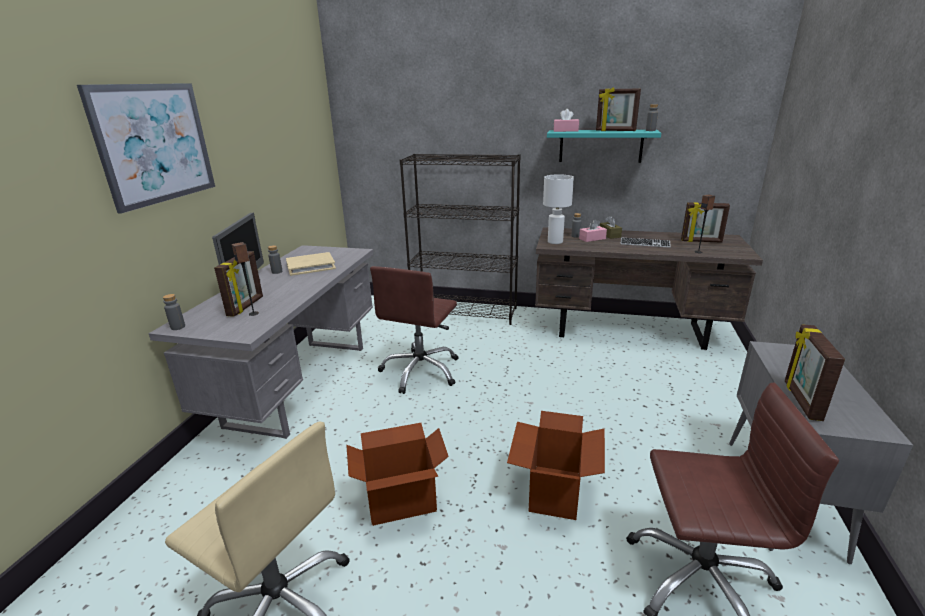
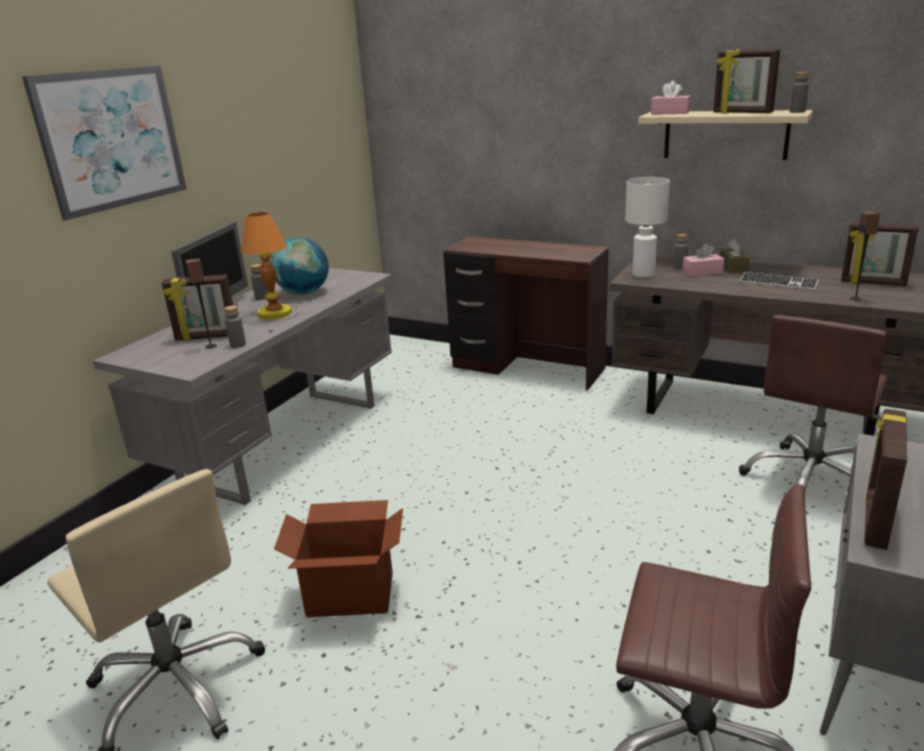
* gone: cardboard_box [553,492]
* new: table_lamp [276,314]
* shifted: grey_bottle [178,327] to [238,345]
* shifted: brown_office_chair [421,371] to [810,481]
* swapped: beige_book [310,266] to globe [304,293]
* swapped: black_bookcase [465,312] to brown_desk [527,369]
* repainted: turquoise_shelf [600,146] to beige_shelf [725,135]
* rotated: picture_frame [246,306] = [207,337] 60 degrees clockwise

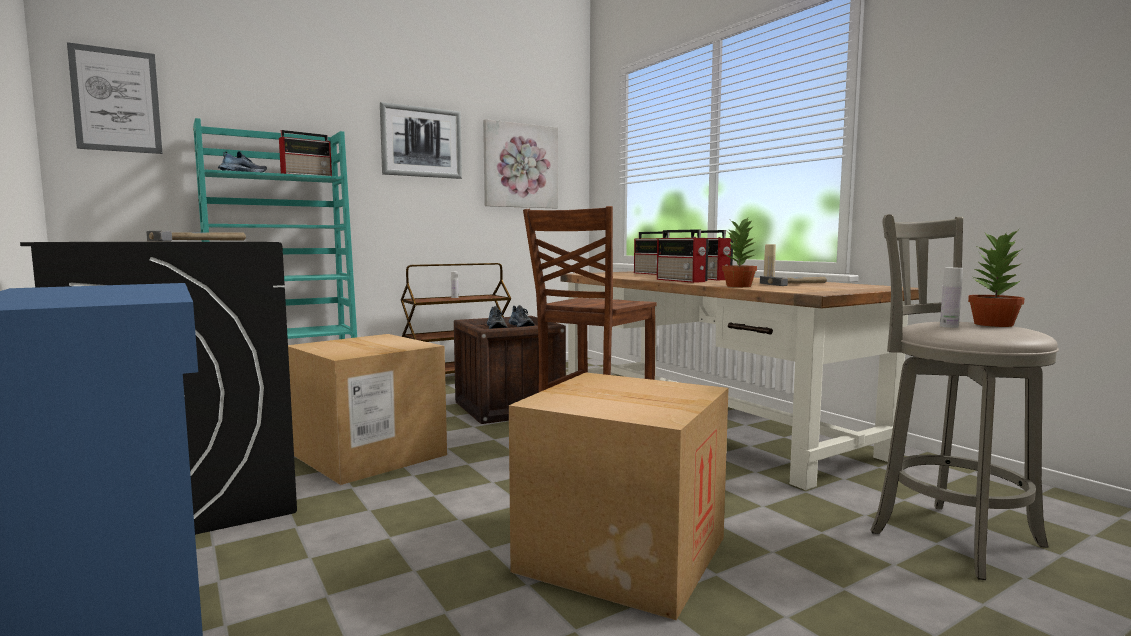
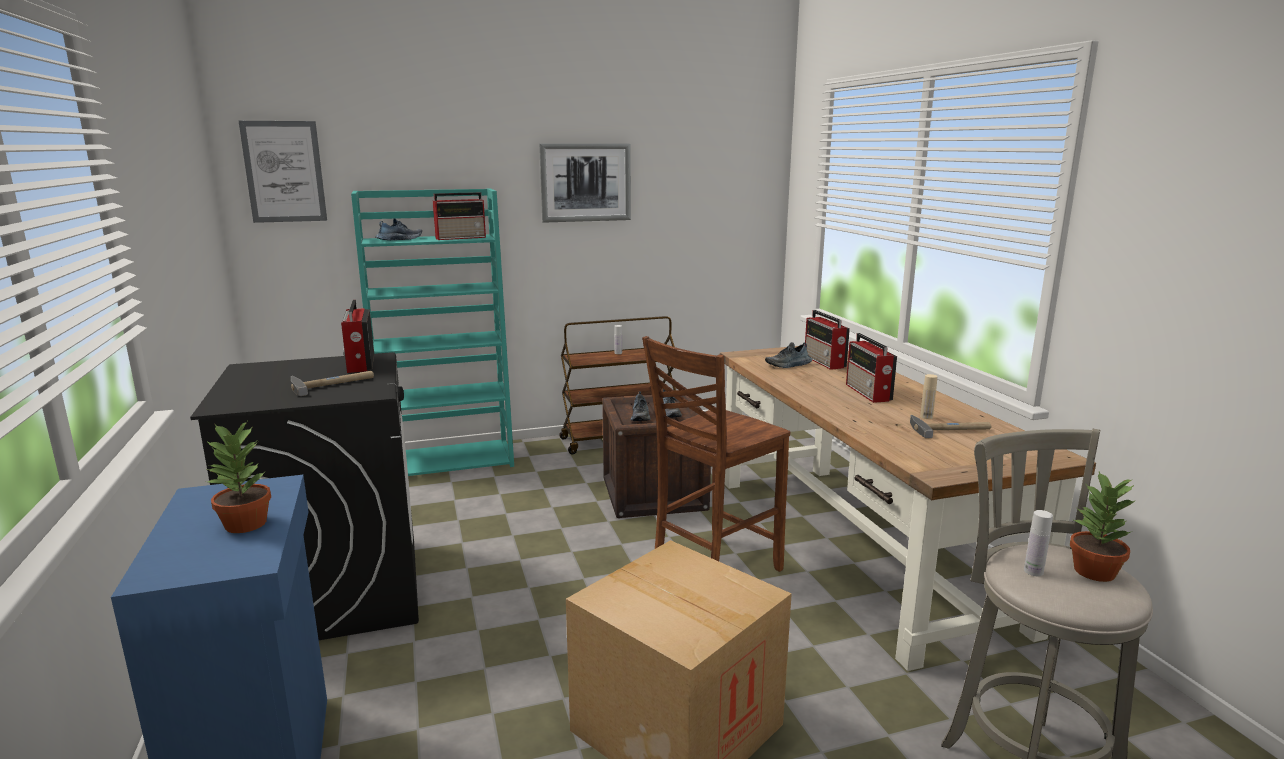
* gone: cardboard_box [369,454]
* gone: picture [520,166]
* new: shoe [788,365]
* shifted: radio [682,280] to [360,363]
* shifted: potted_plant [739,286] to [246,524]

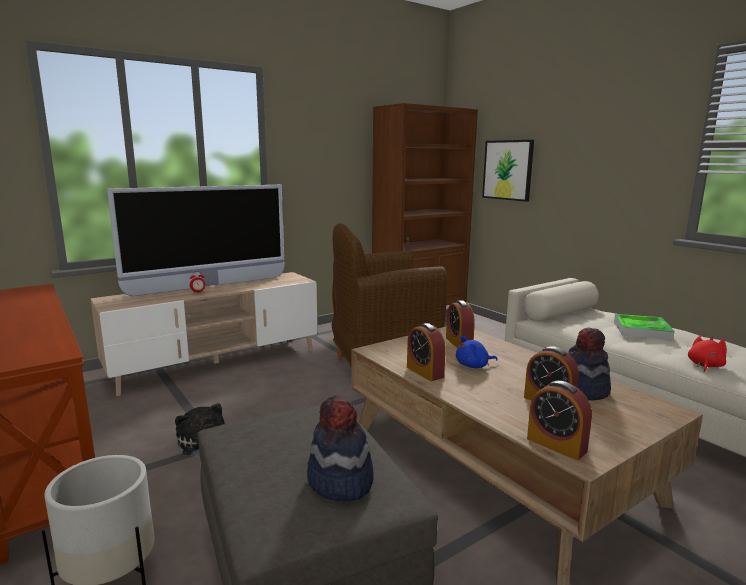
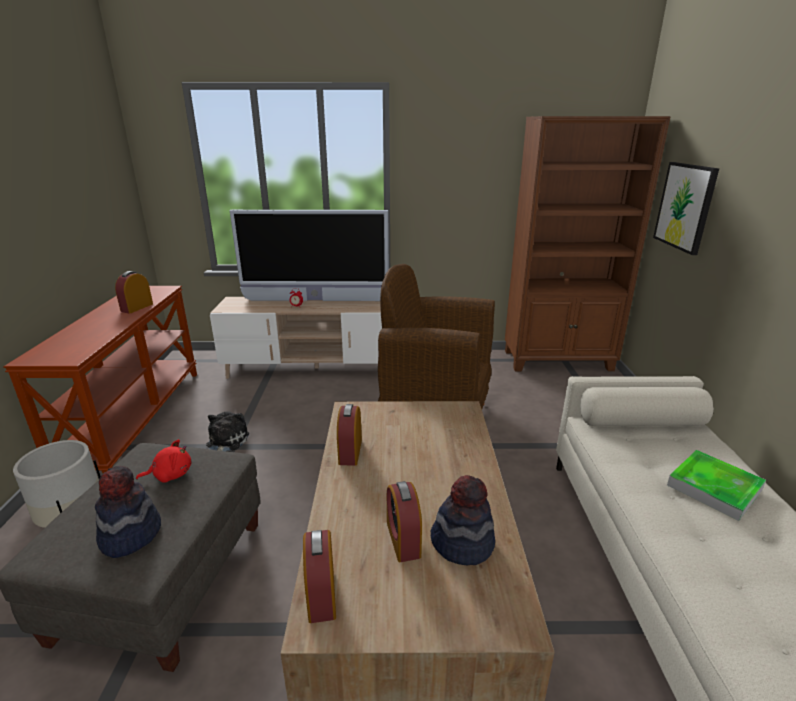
* gone: blue_plush_toy [474,366]
* shifted: alarm_clock [459,343] to [137,307]
* shifted: red_plush_toy [705,365] to [170,475]

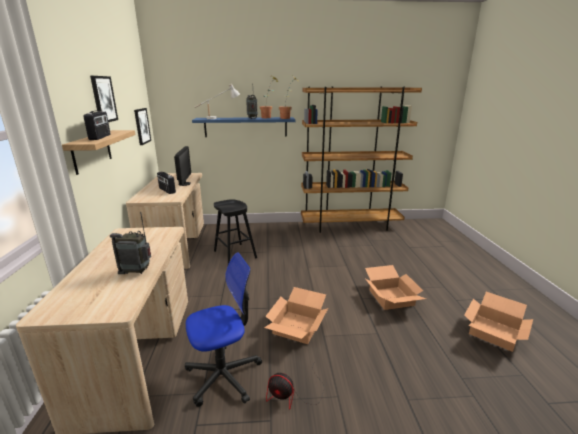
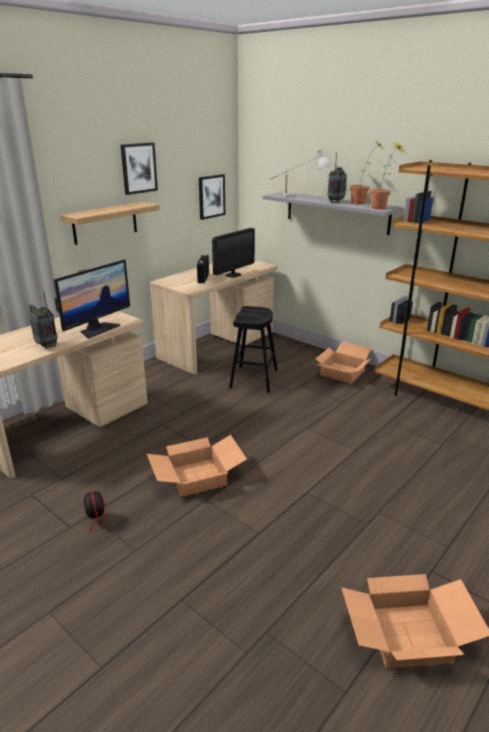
* gone: radio [100,137]
* gone: office_chair [224,375]
* new: monitor [97,329]
* shifted: cardboard_box [392,298] to [342,373]
* repainted: blue_shelf [245,127] to grey_shelf [336,212]

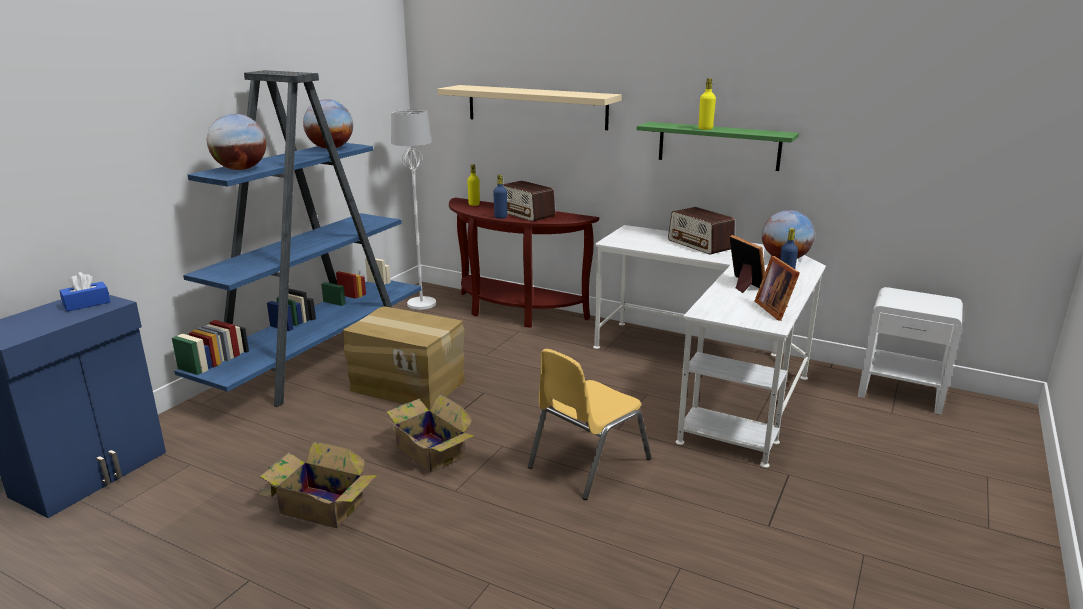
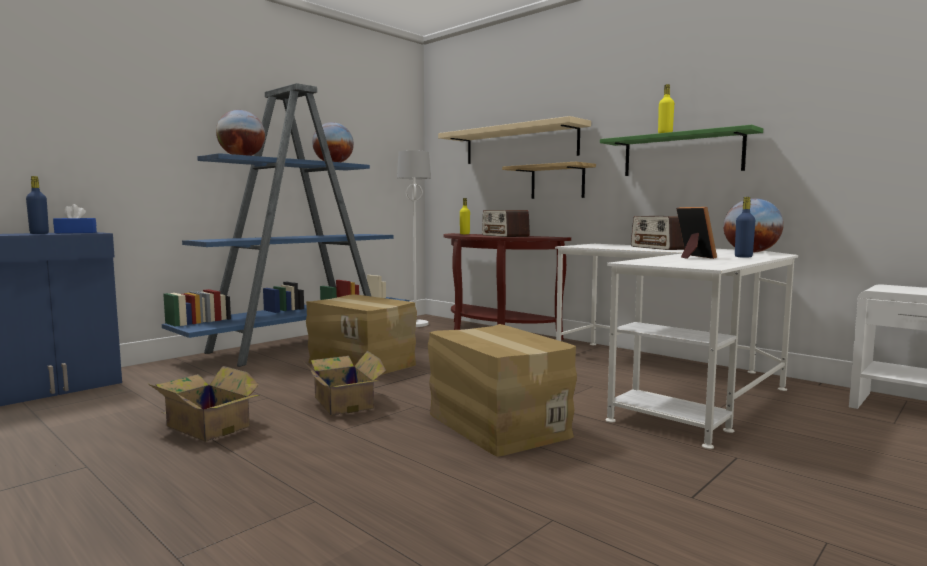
* gone: picture_frame [776,309]
* new: shelf [557,182]
* shifted: blue_bottle [500,217] to [39,233]
* swapped: yellow_chair [587,463] to cardboard_box [496,425]

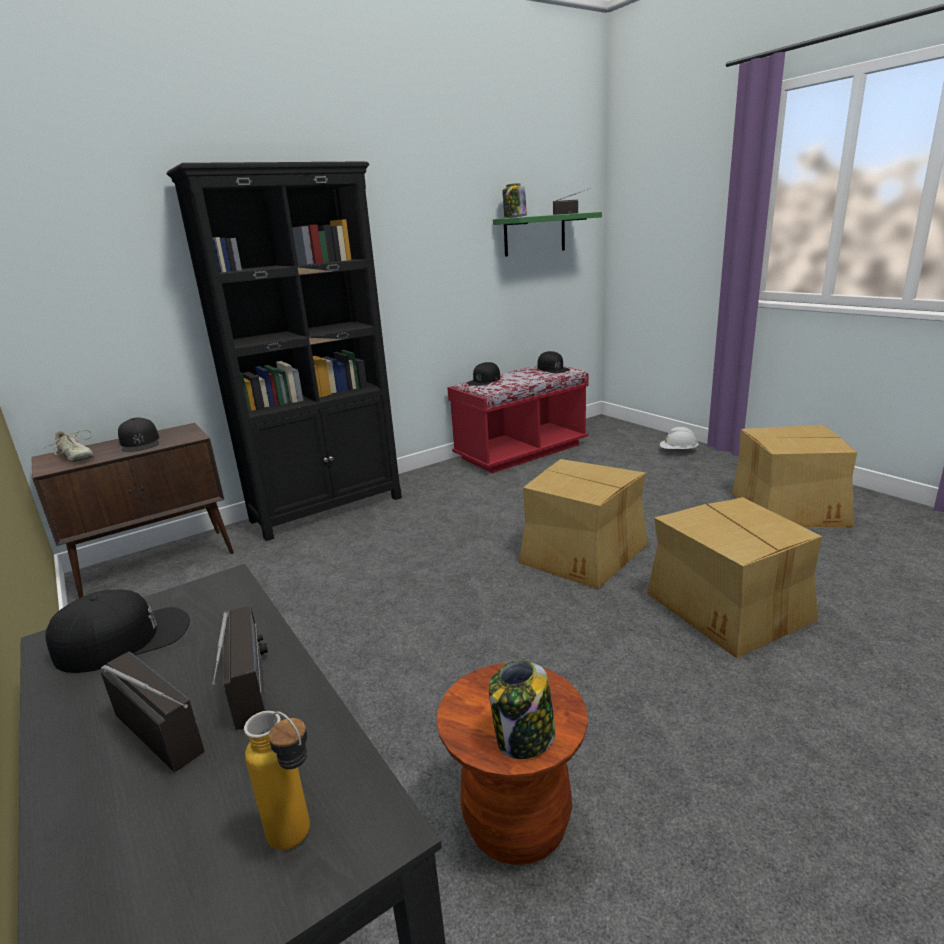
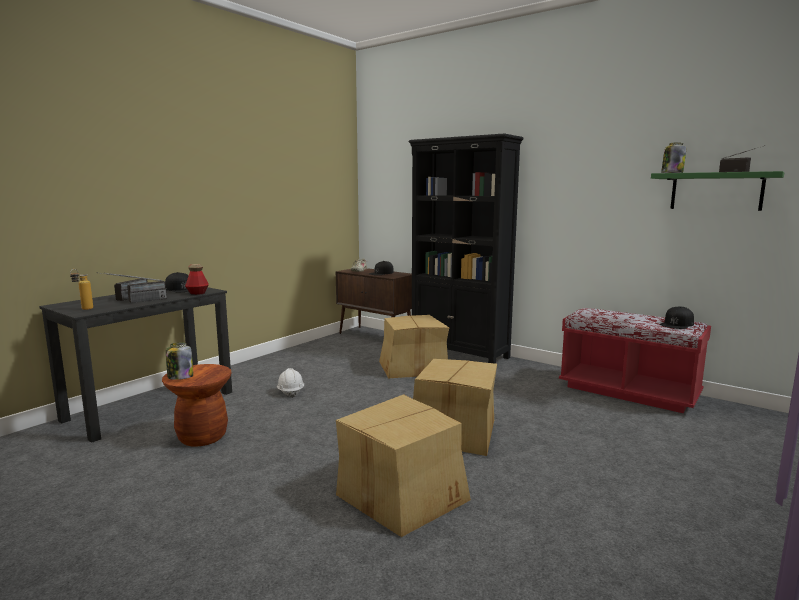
* gone: black_cap [484,380]
* new: bottle [197,293]
* shifted: white_hard_hat [678,451] to [290,392]
* shifted: cardboard_box [790,506] to [412,367]

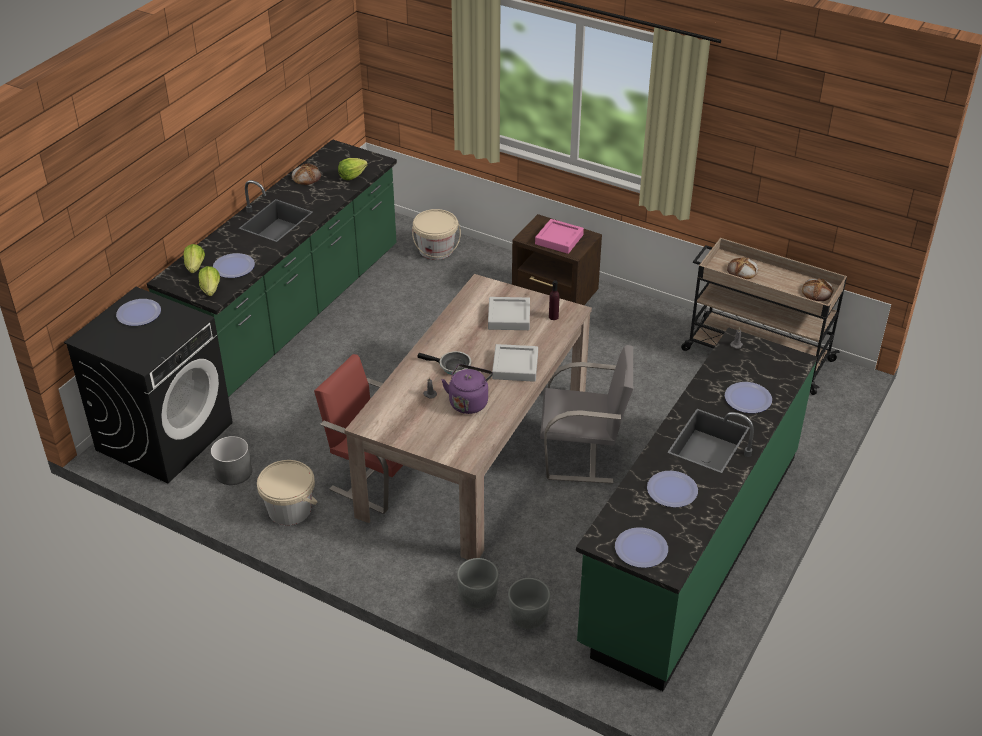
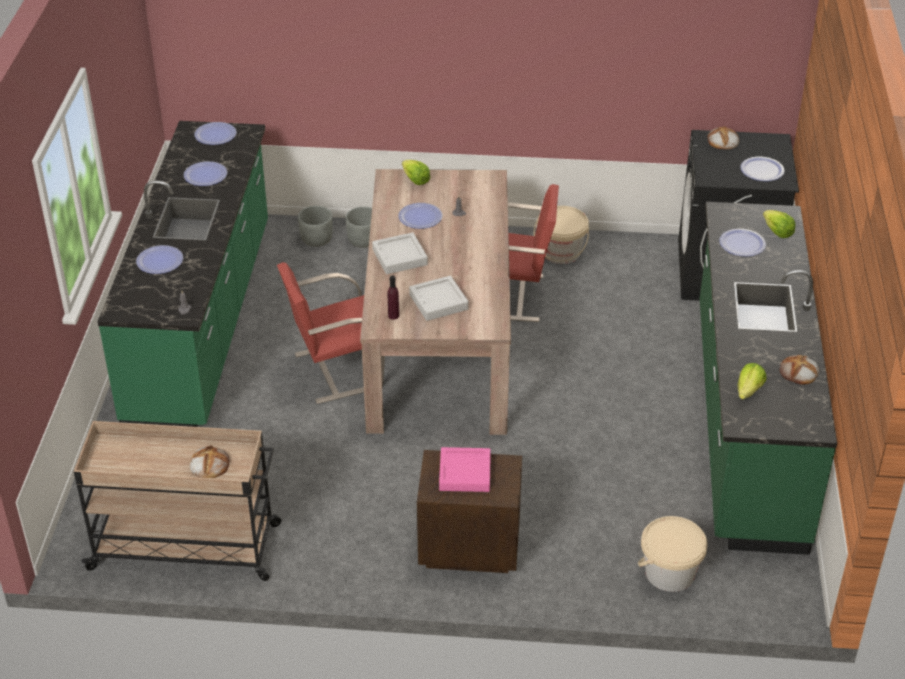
* gone: grey_planter [233,472]
* gone: frying_pan [452,366]
* shifted: lettuce [210,290] to [415,180]
* shifted: bread [817,292] to [722,141]
* swapped: purple_kettle [469,402] to plate [420,217]
* repainted: grey_chair [583,455] to red_chair [336,370]

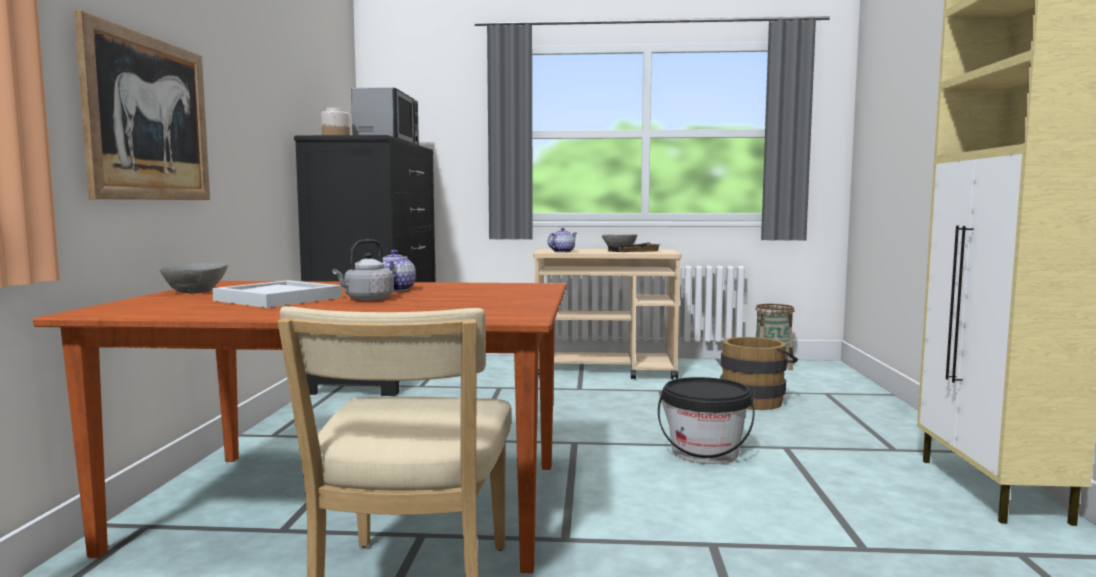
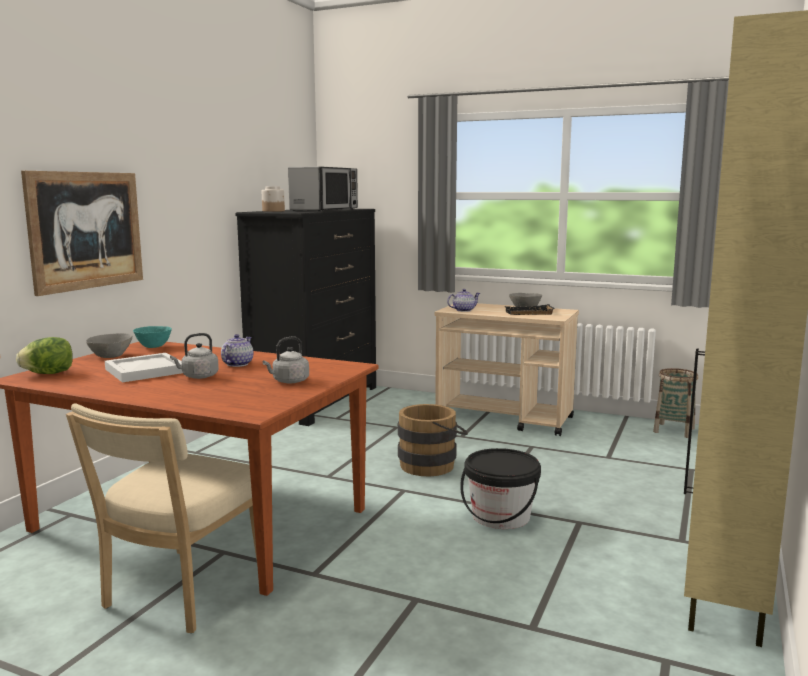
* new: lettuce [49,374]
* new: turquoise_bowl [153,347]
* new: grey_kettle [289,381]
* shifted: brown_bucket [755,400] to [432,465]

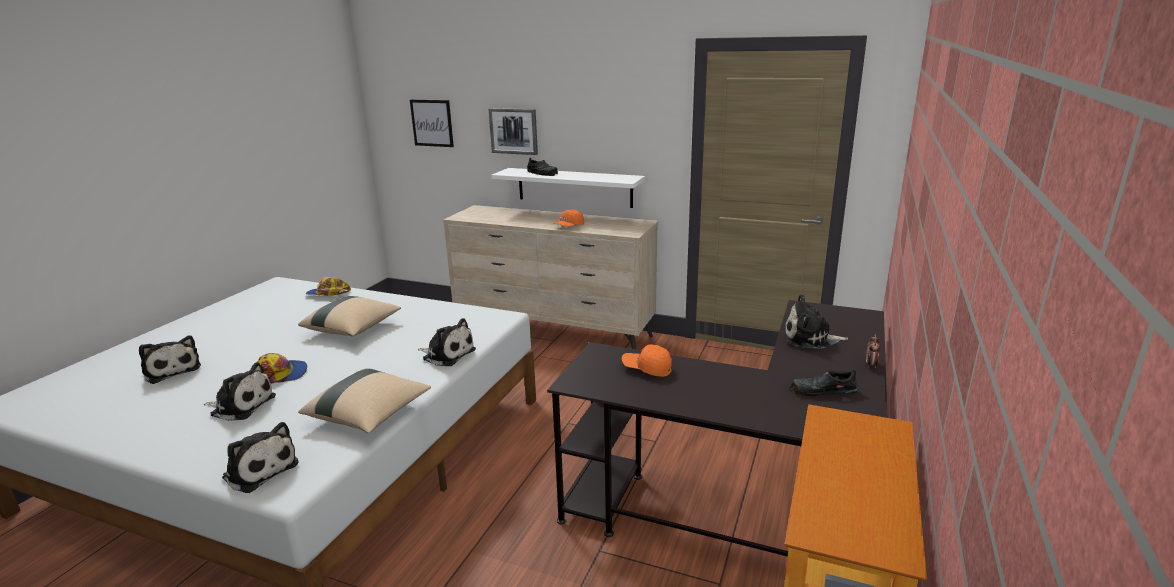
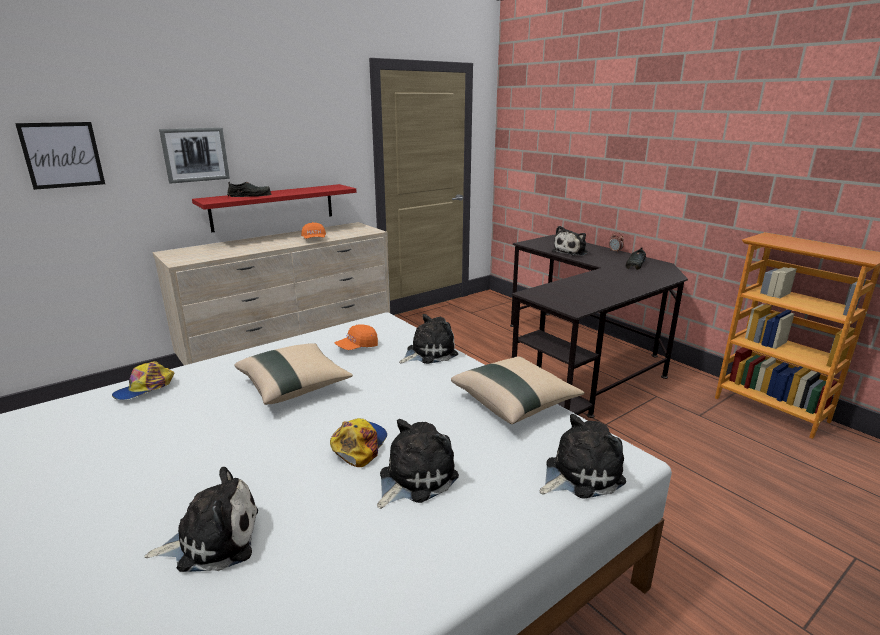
* shifted: orange_cap [647,369] to [357,347]
* repainted: white_shelf [574,187] to red_shelf [273,207]

